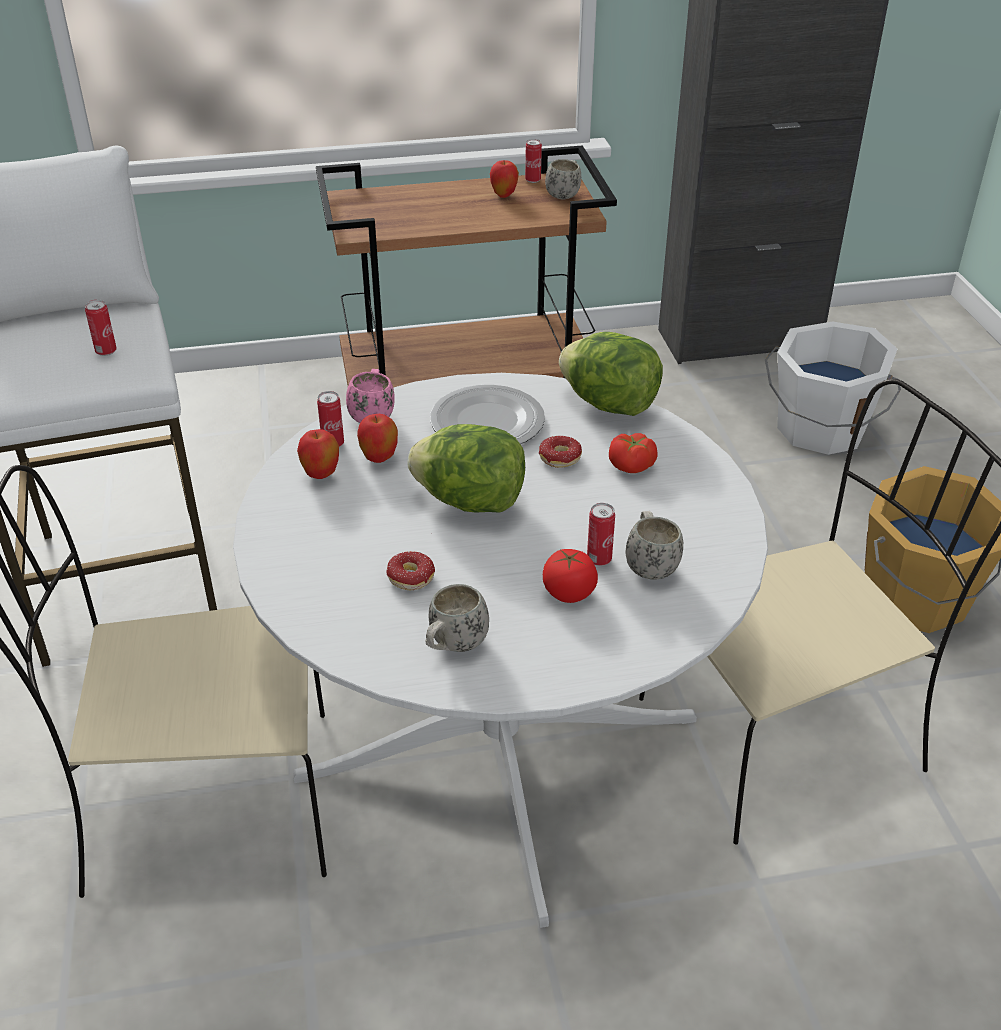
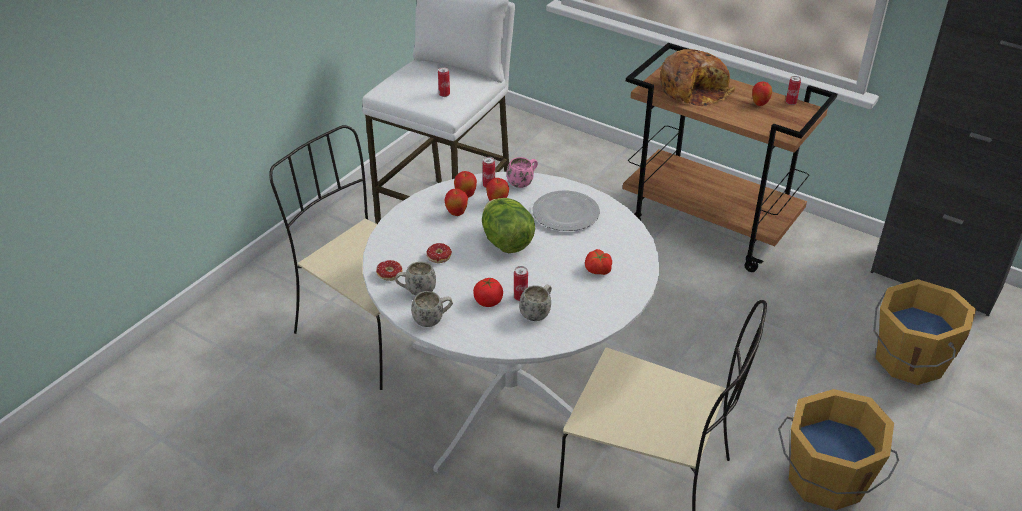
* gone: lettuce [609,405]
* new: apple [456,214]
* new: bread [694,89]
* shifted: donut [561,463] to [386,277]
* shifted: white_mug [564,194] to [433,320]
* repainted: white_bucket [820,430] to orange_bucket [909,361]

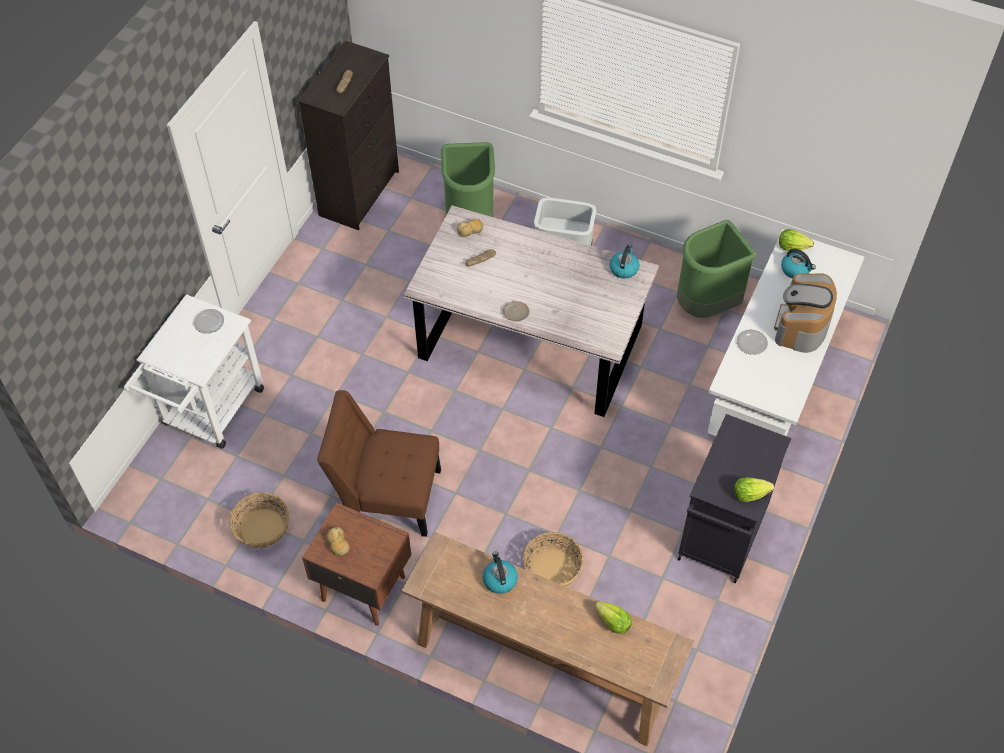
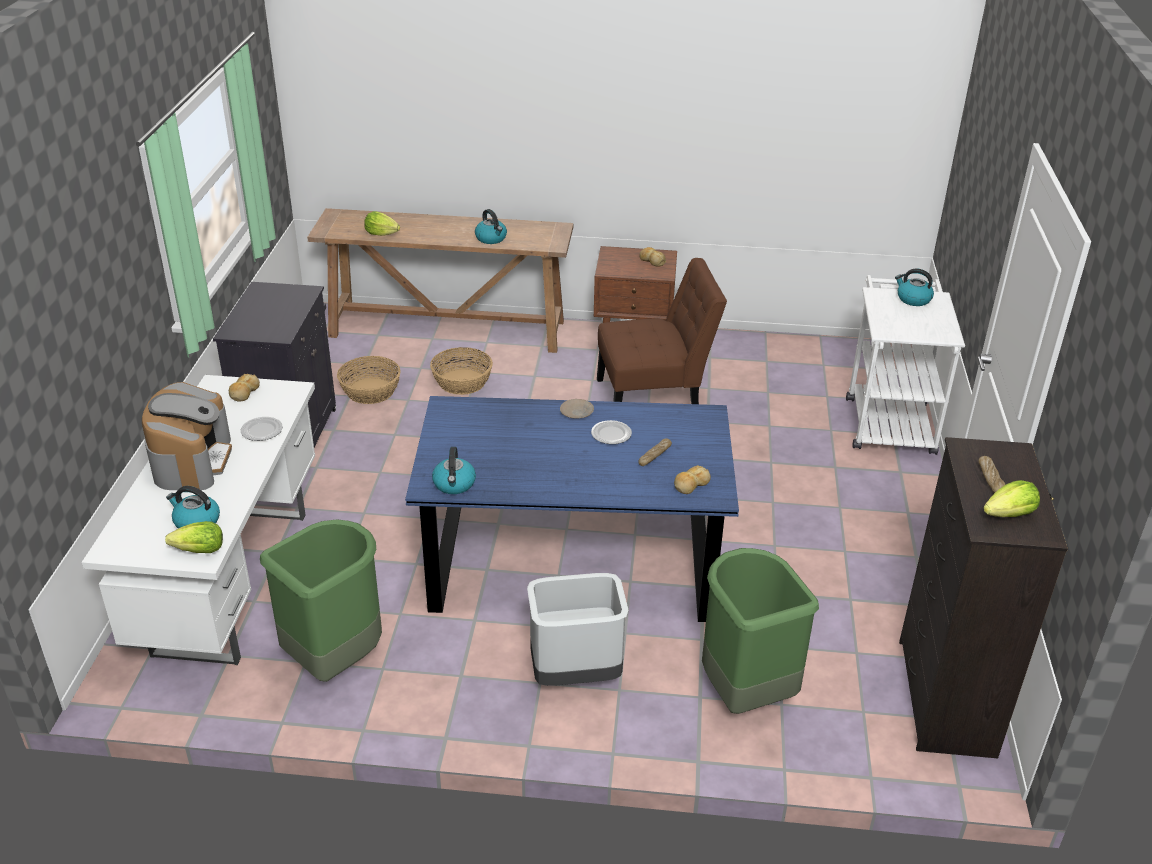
* new: bread [244,392]
* new: kettle [913,299]
* shifted: plate [209,322] to [610,434]
* shifted: basket [262,528] to [371,391]
* shifted: lettuce [749,494] to [1009,515]
* repainted: grey_dining_table [530,342] to blue_dining_table [573,558]

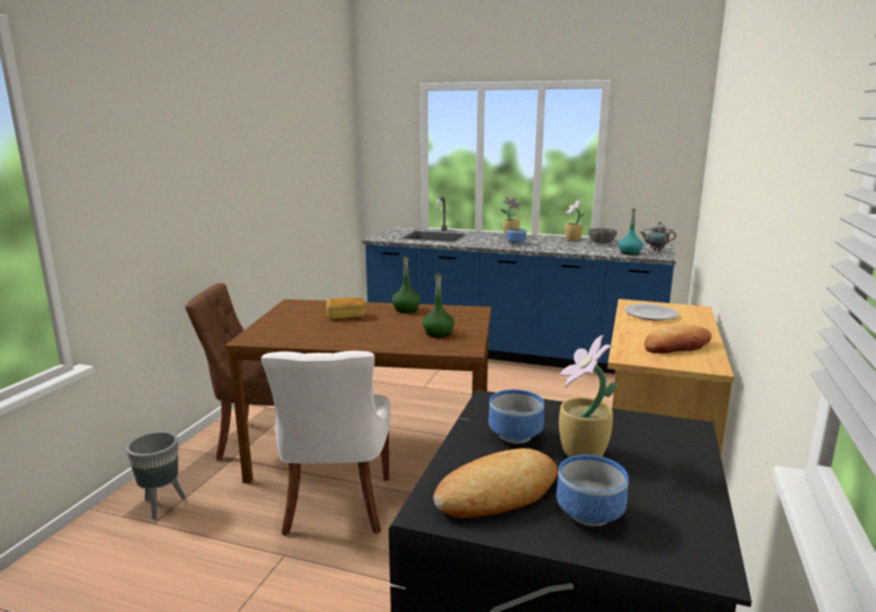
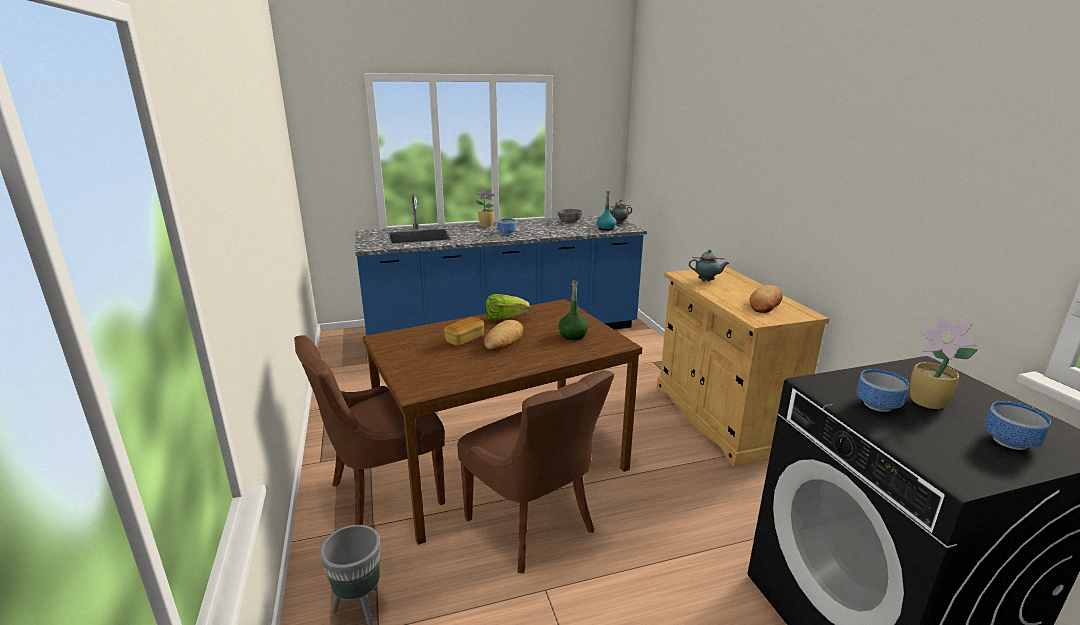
* gone: potted_plant [573,240]
* shifted: bread [498,493] to [503,340]
* swapped: green_bottle [406,309] to lettuce [504,318]
* swapped: plate [650,314] to teapot [707,281]
* repainted: white_chair [336,506] to brown_chair [533,525]

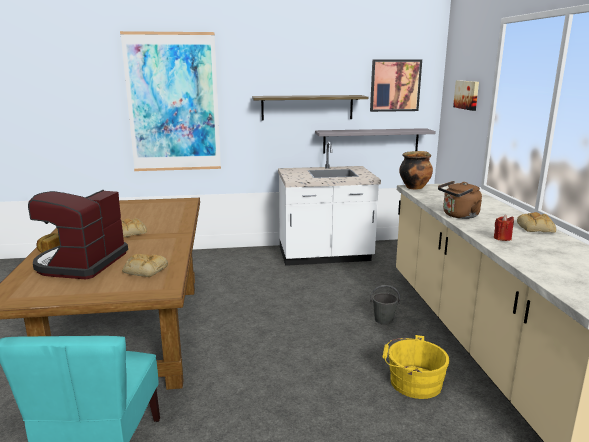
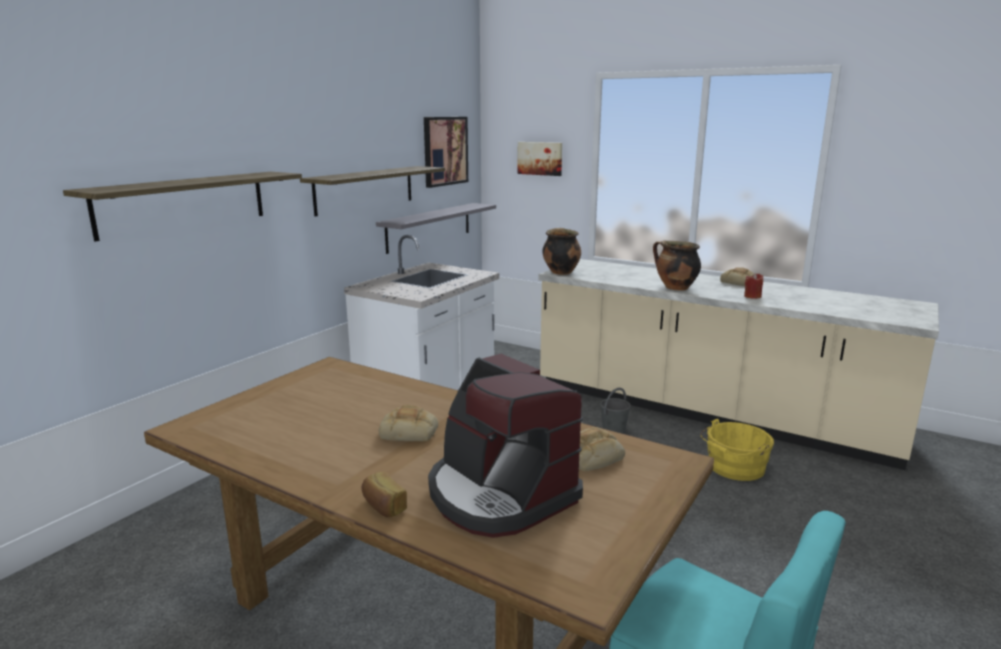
* swapped: picture [173,103] to shelf [183,203]
* swapped: brown_kettle [458,216] to cooking_pot [675,288]

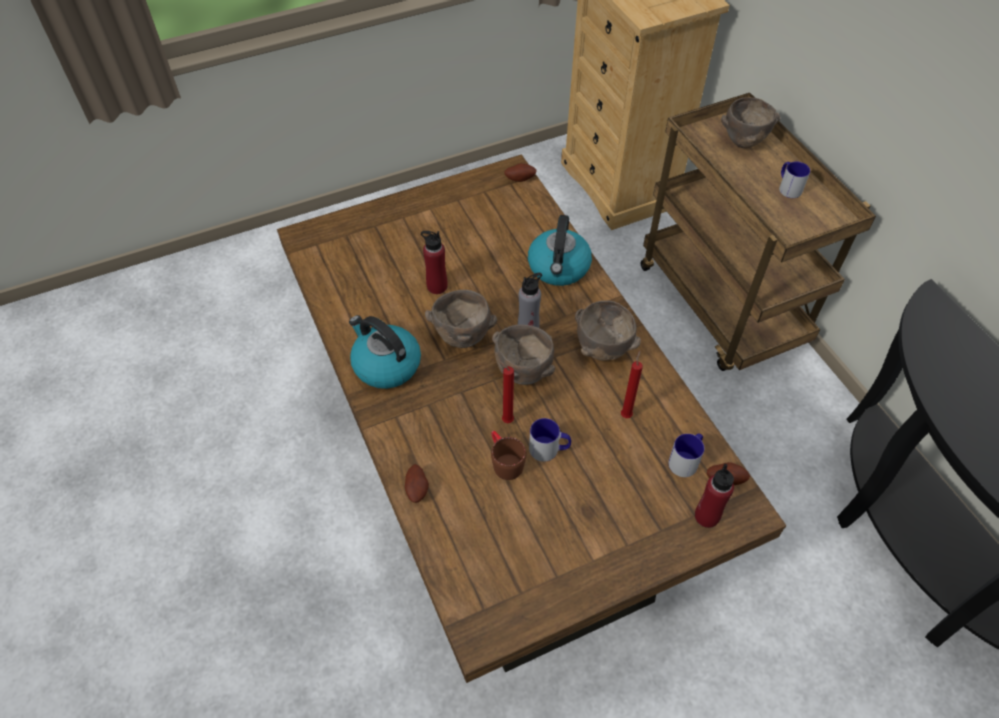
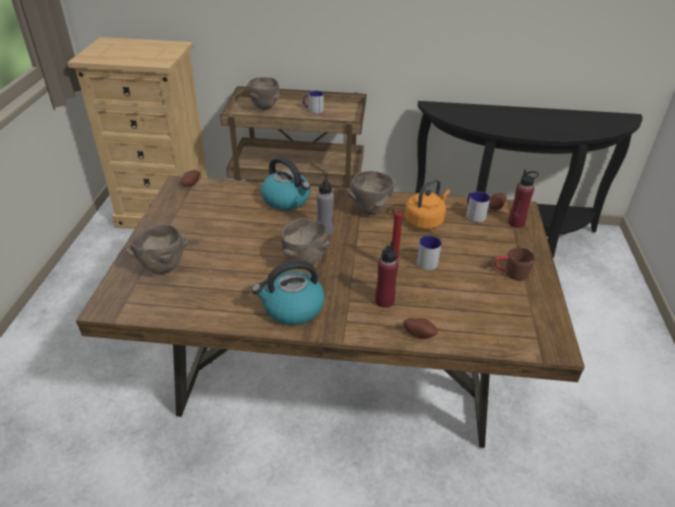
* shifted: red_bottle [437,286] to [384,301]
* shifted: brown_mug [504,461] to [510,273]
* shifted: brown_bowl [524,374] to [164,268]
* swapped: red_candle [626,414] to orange_kettle [425,221]

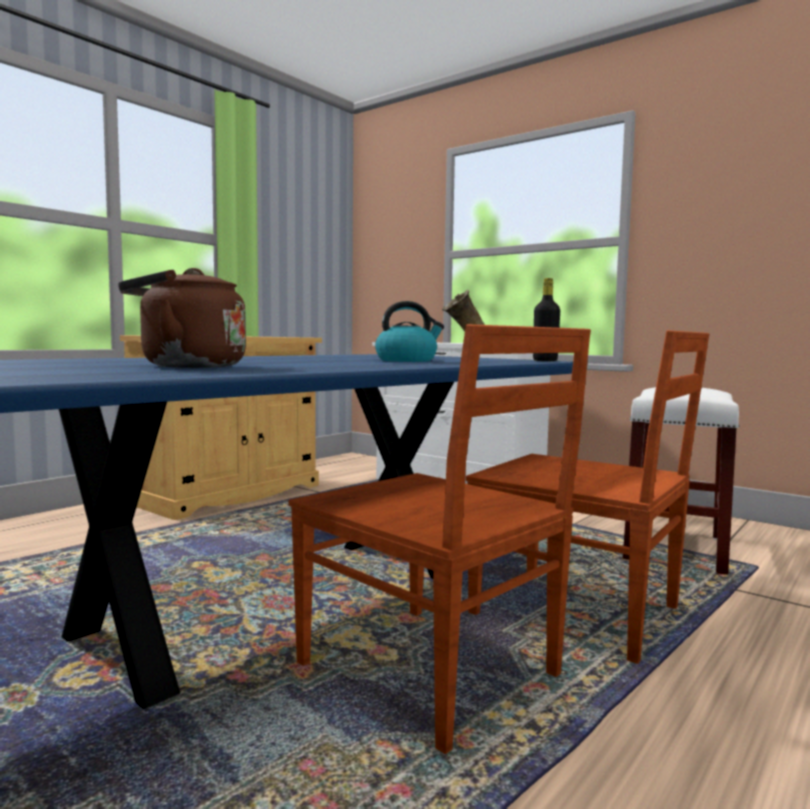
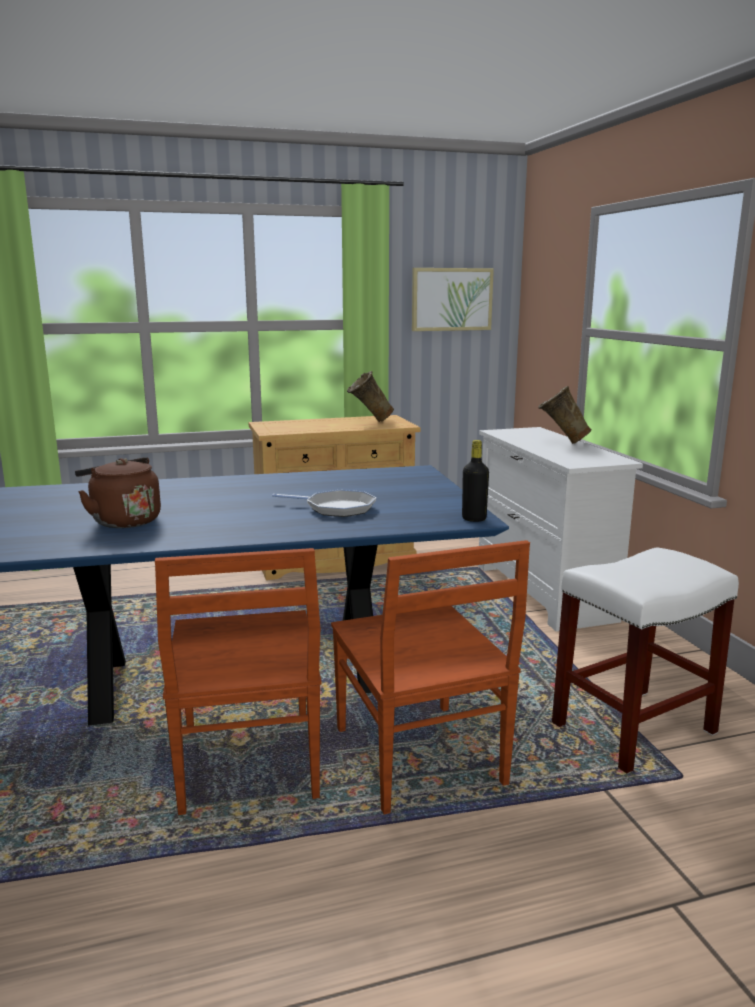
* new: beige_vase [369,422]
* new: picture [451,299]
* swapped: kettle [407,360] to frying_pan [336,508]

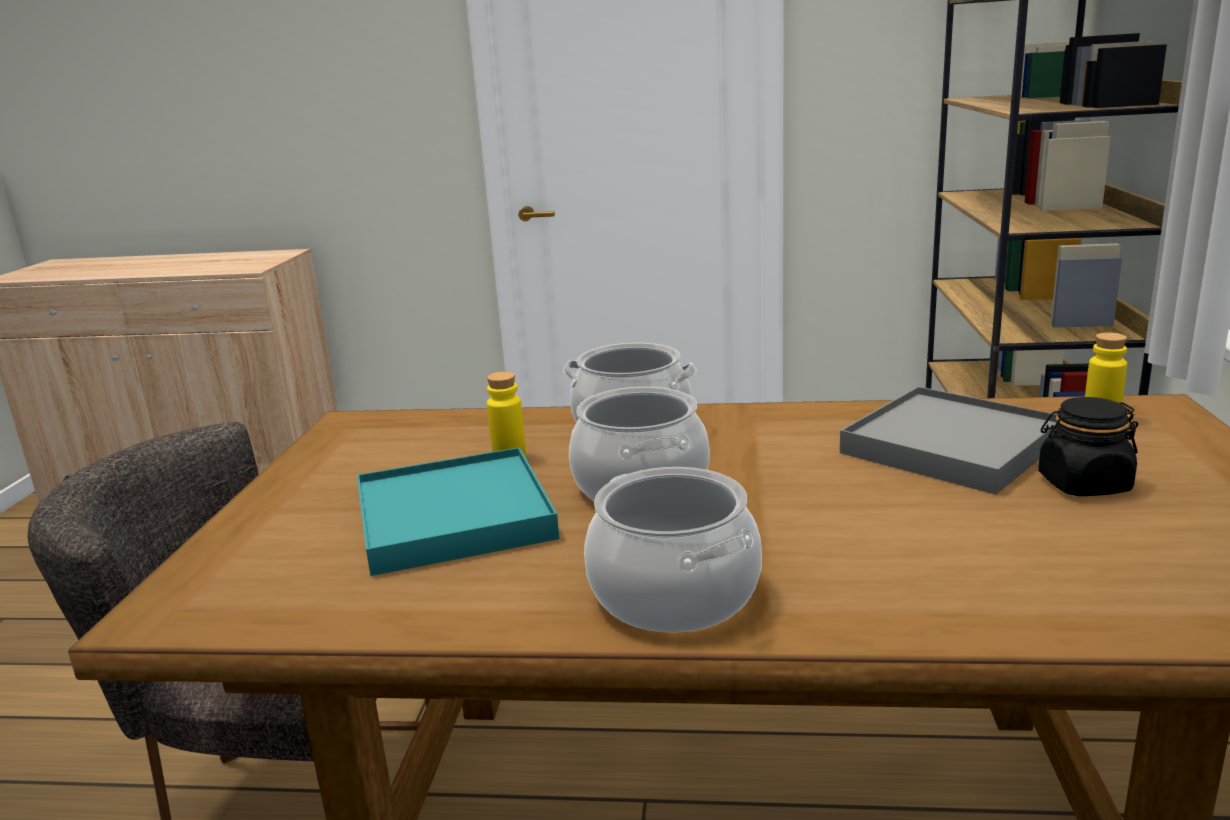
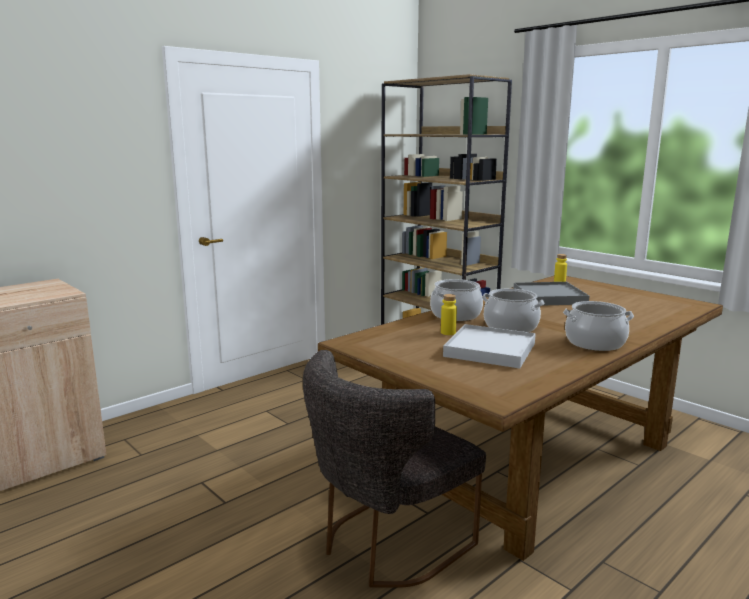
* gone: black_jar [1083,484]
* repainted: turquoise_tray [453,518] to white_tray [490,350]

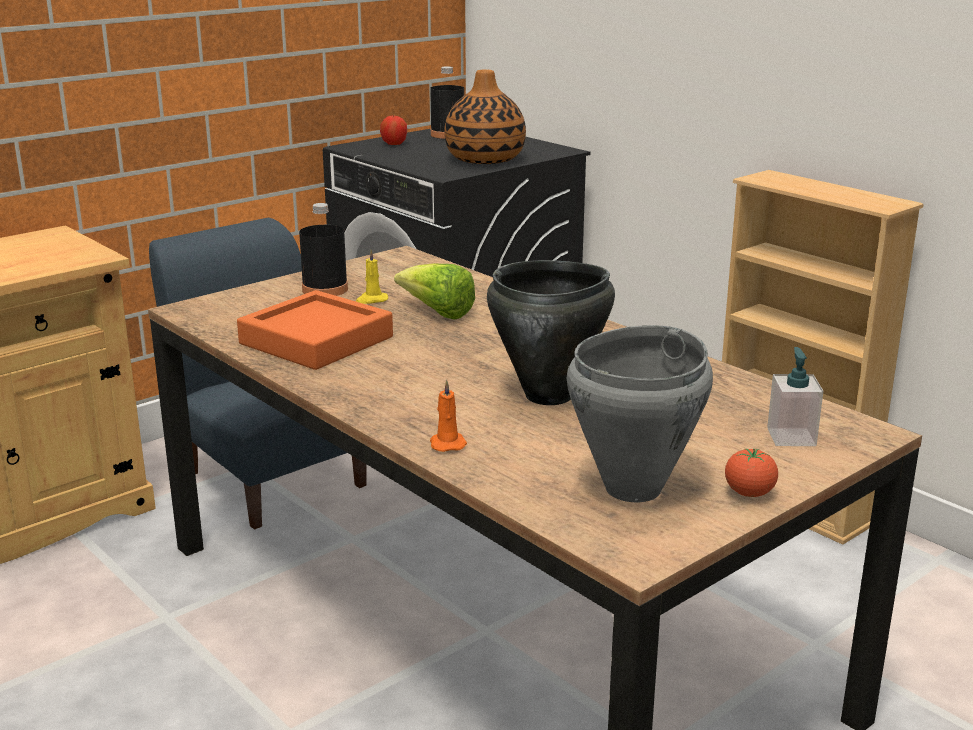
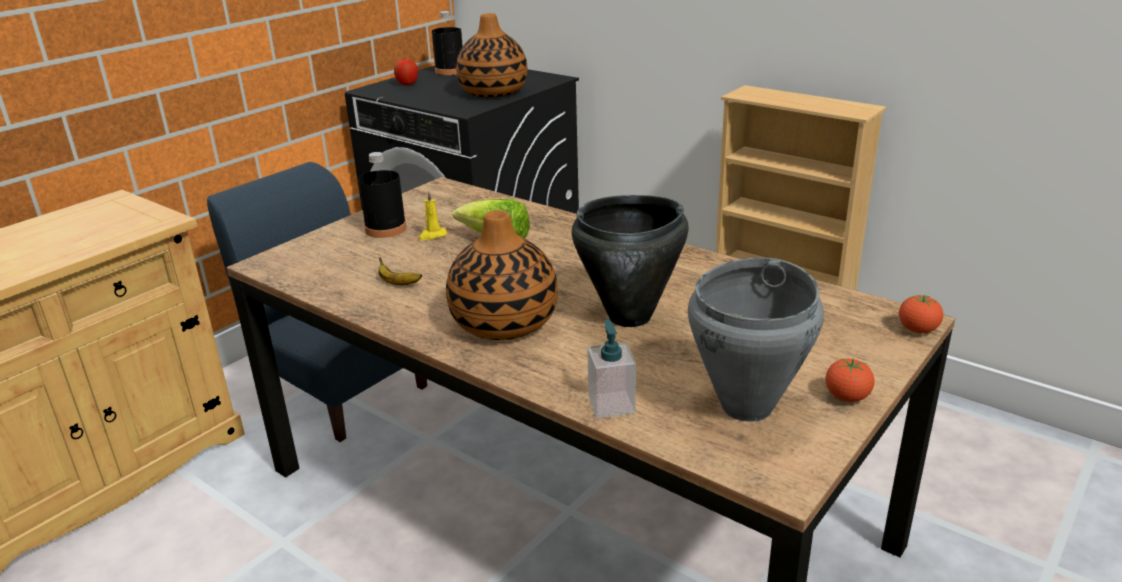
* gone: orange_candle [447,443]
* new: vase [504,322]
* new: tomato [917,330]
* shifted: soap_dispenser [791,437] to [611,404]
* swapped: orange_tray [316,340] to banana [398,283]

